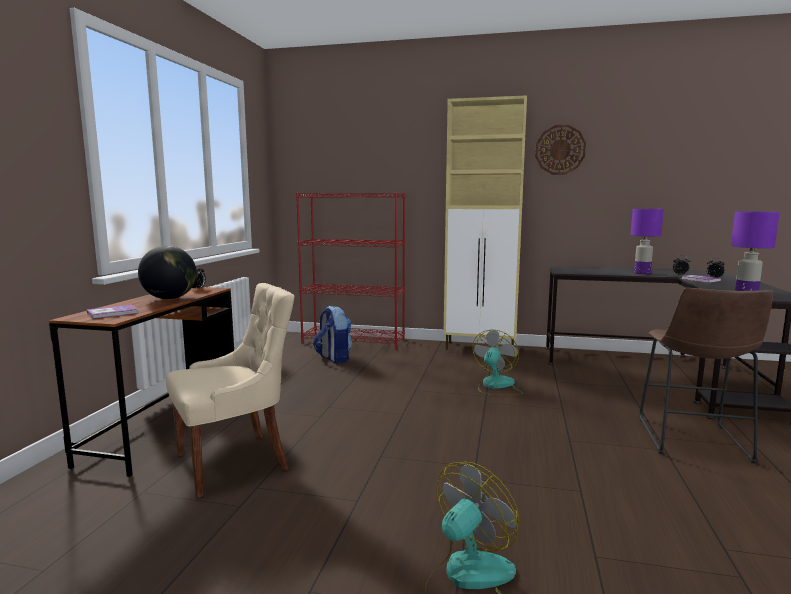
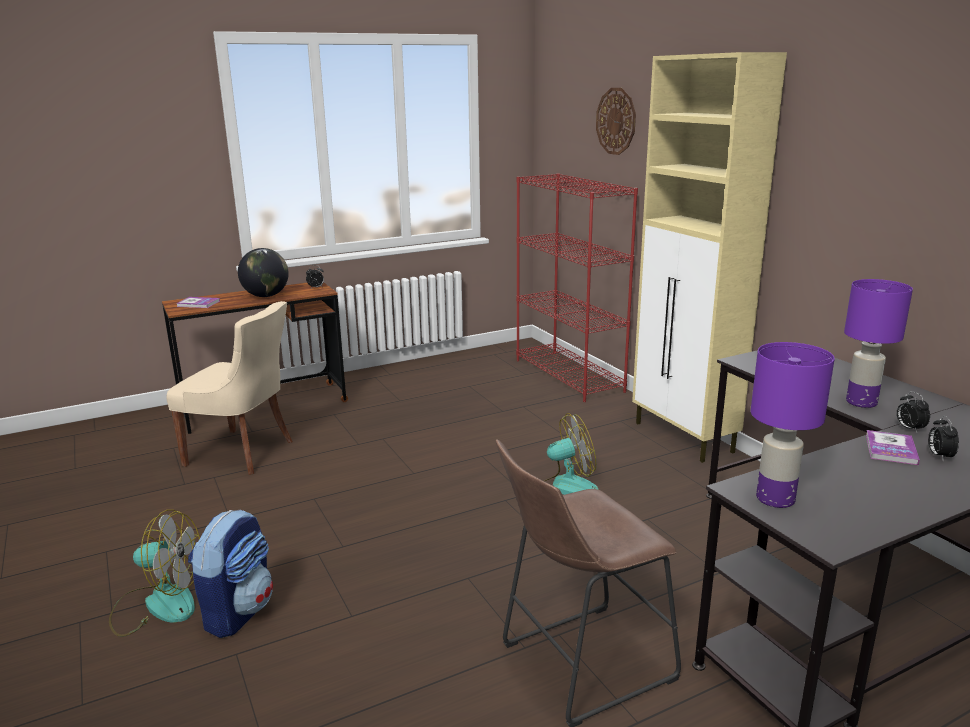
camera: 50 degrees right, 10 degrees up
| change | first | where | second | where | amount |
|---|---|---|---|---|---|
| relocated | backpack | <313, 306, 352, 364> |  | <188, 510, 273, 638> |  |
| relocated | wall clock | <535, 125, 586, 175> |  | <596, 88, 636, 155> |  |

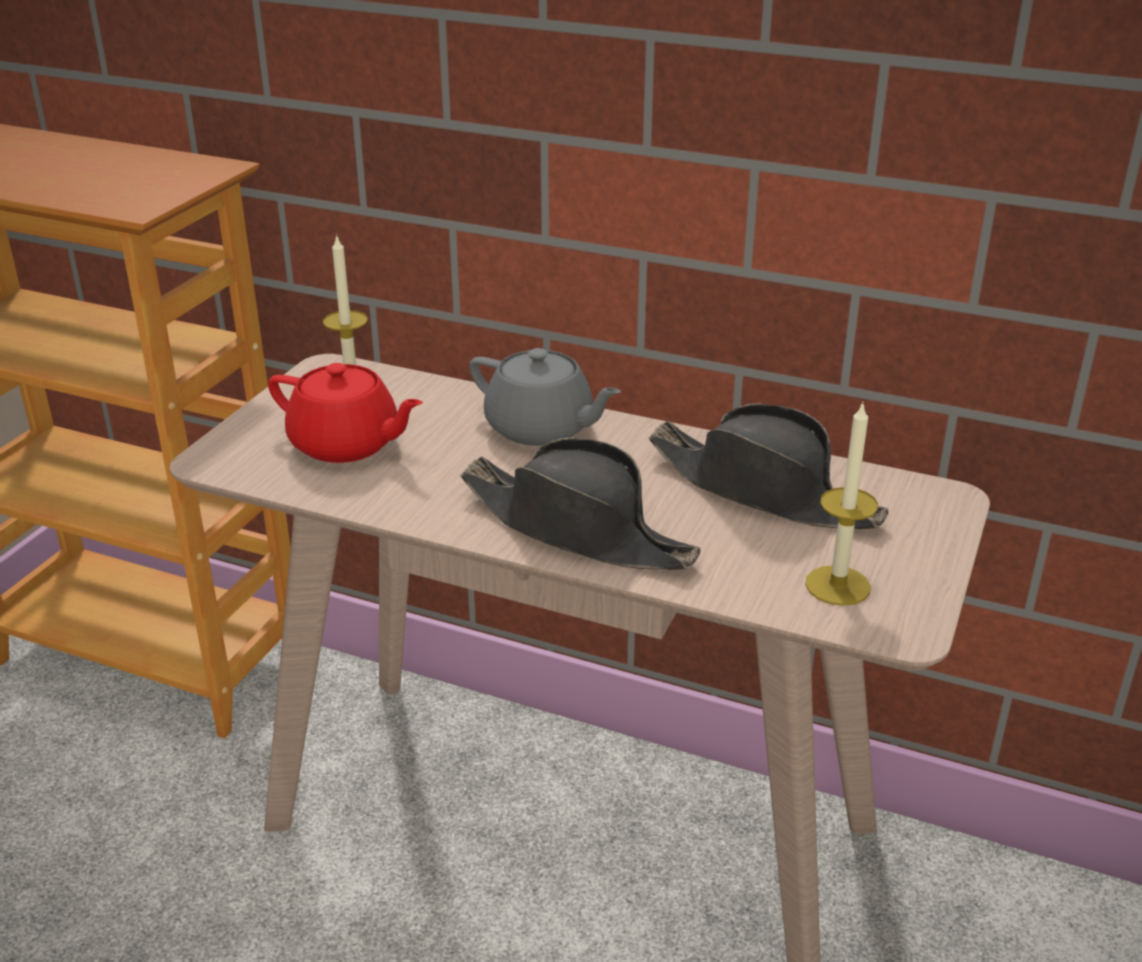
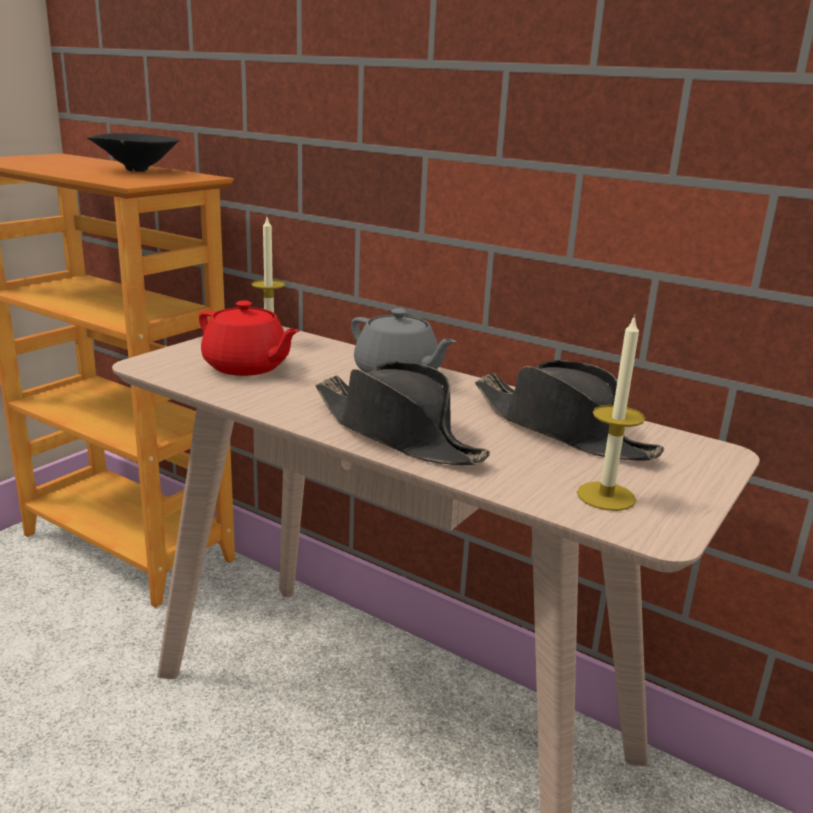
camera: 10 degrees right, 10 degrees down
| change | first | where | second | where | amount |
|---|---|---|---|---|---|
| appeared |  |  | black bowl | <88, 133, 180, 172> |  |

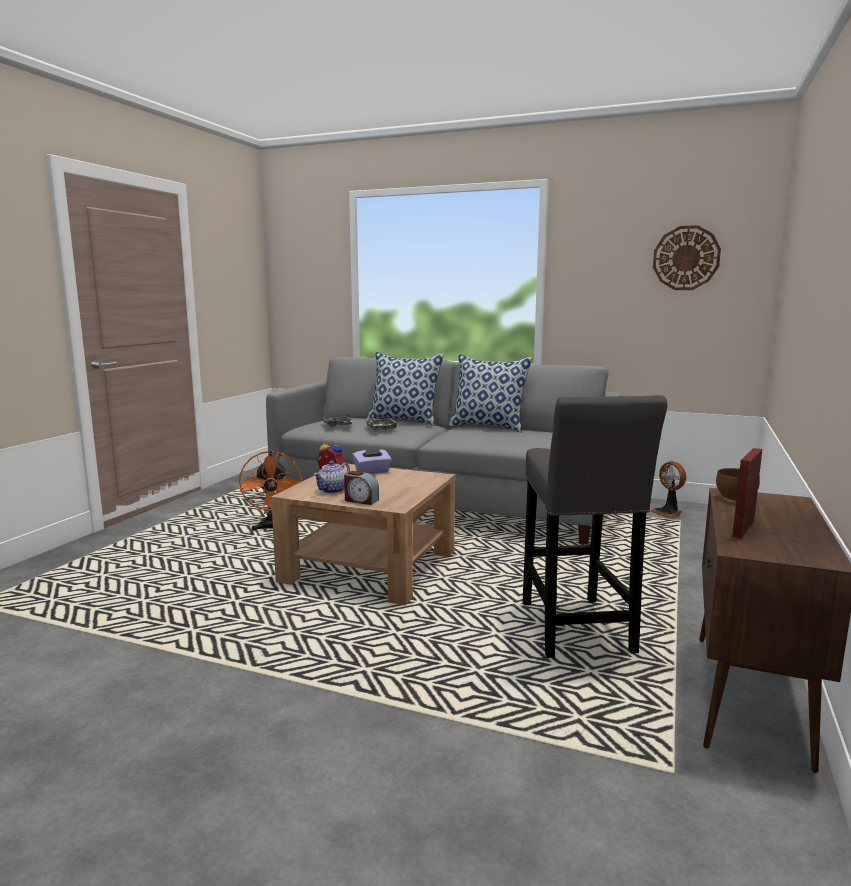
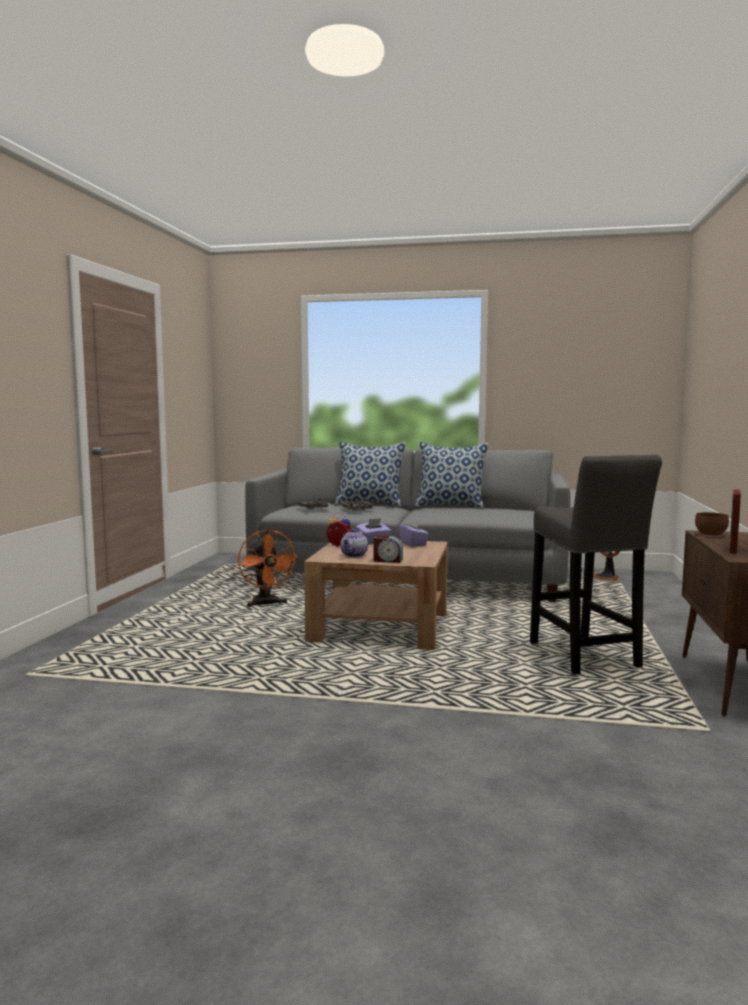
camera: 10 degrees left, 5 degrees down
| change | first | where | second | where | amount |
|---|---|---|---|---|---|
| appeared |  |  | purple tissue box | <399, 519, 429, 547> |  |
| missing | wall clock | <653, 225, 721, 290> |  |  |  |

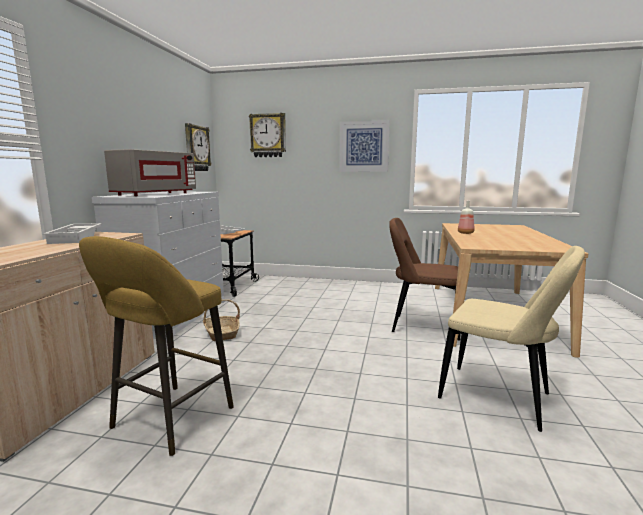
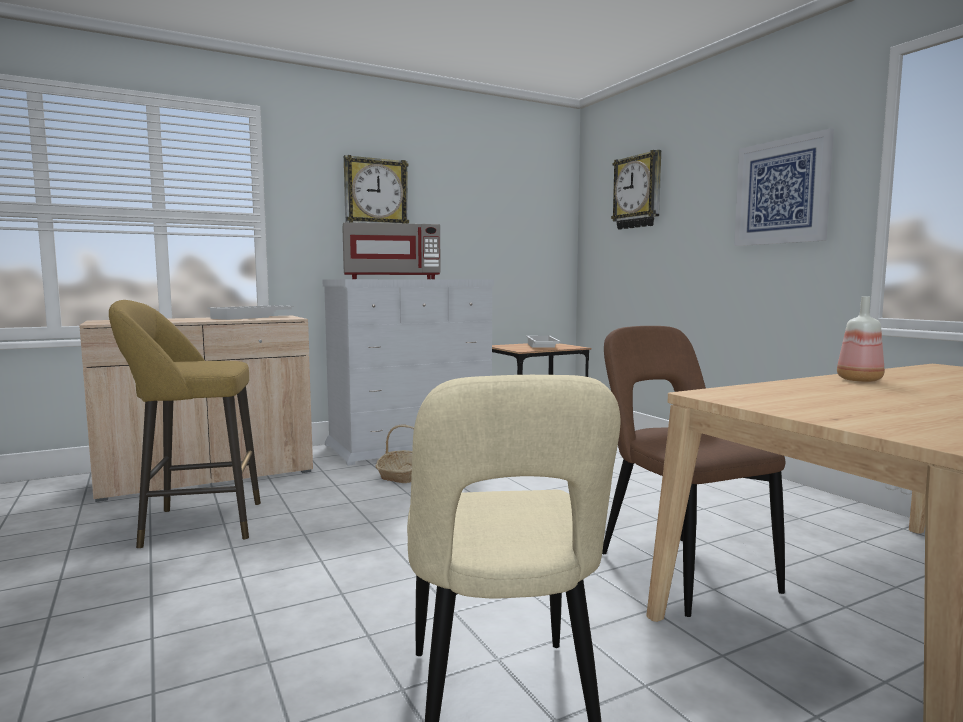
camera: 50 degrees right, 5 degrees down
| change | first | where | second | where | amount |
|---|---|---|---|---|---|
| relocated | wall clock | <185, 123, 211, 171> |  | <344, 155, 409, 224> |  |

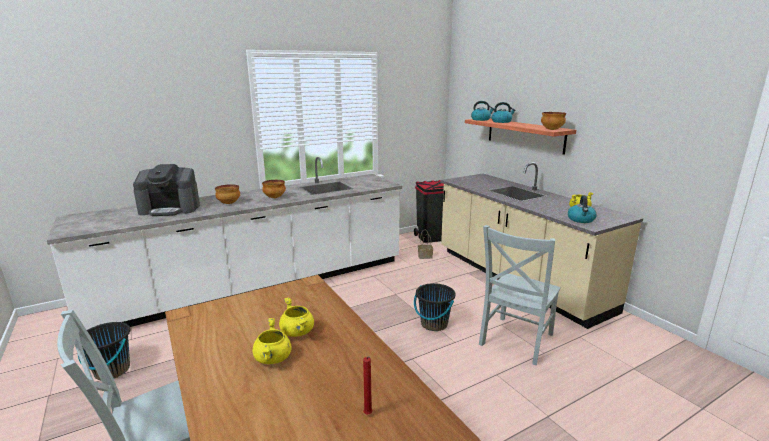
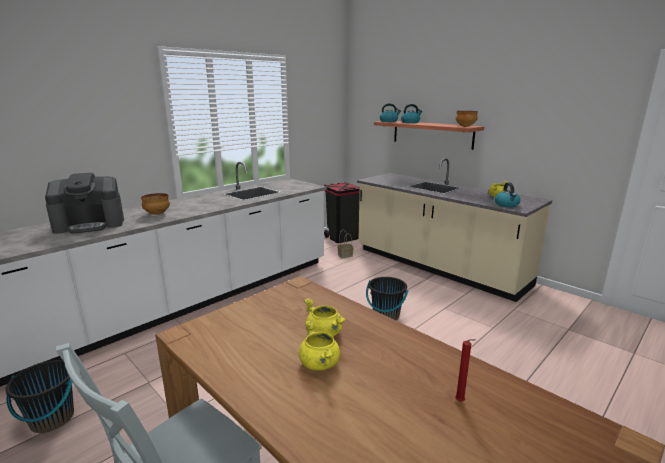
camera: 15 degrees left, 0 degrees up
| change | first | where | second | where | amount |
|---|---|---|---|---|---|
| missing | bowl | <262, 180, 286, 198> |  |  |  |
| missing | grey chair | <479, 225, 561, 365> |  |  |  |

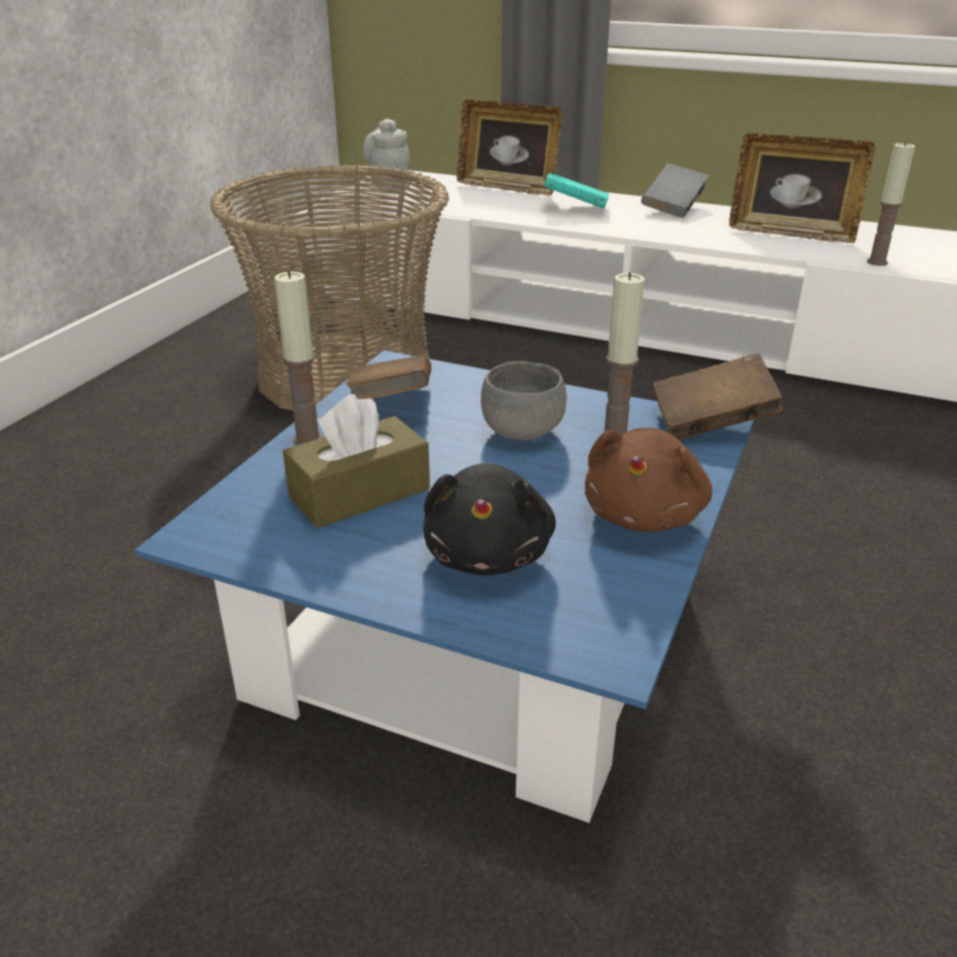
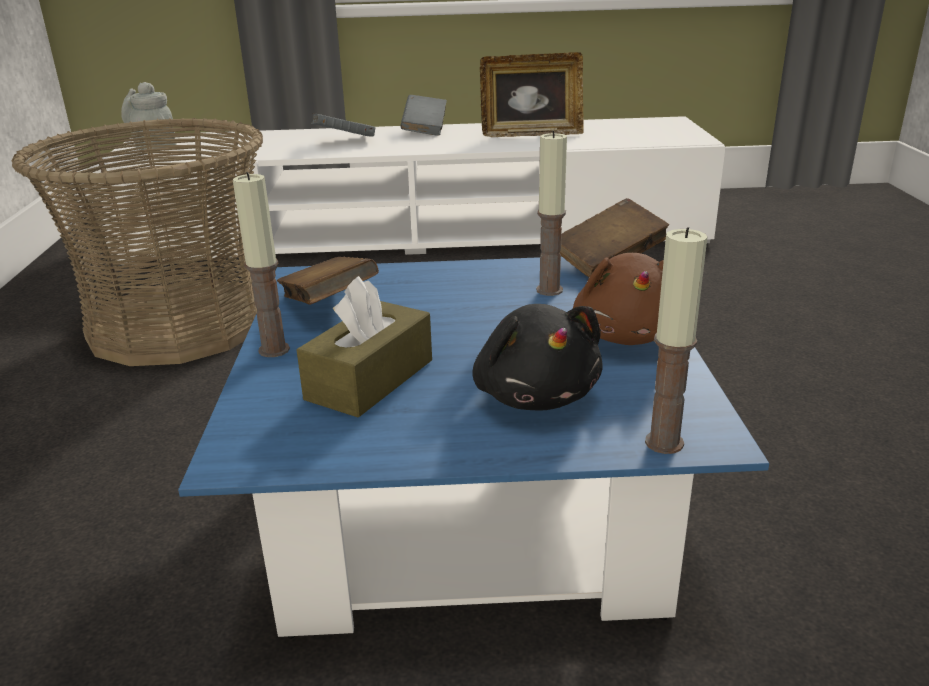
camera: 25 degrees left, 5 degrees down
| change | first | where | second | where | amount |
|---|---|---|---|---|---|
| colour | turquoise book | <543, 173, 609, 209> | grey book | <311, 113, 375, 137> |  |
| relocated | candle | <867, 141, 915, 266> |  | <645, 227, 707, 454> |  |
| missing | picture frame | <457, 100, 562, 196> |  |  |  |
| missing | grey bowl | <481, 361, 567, 440> |  |  |  |

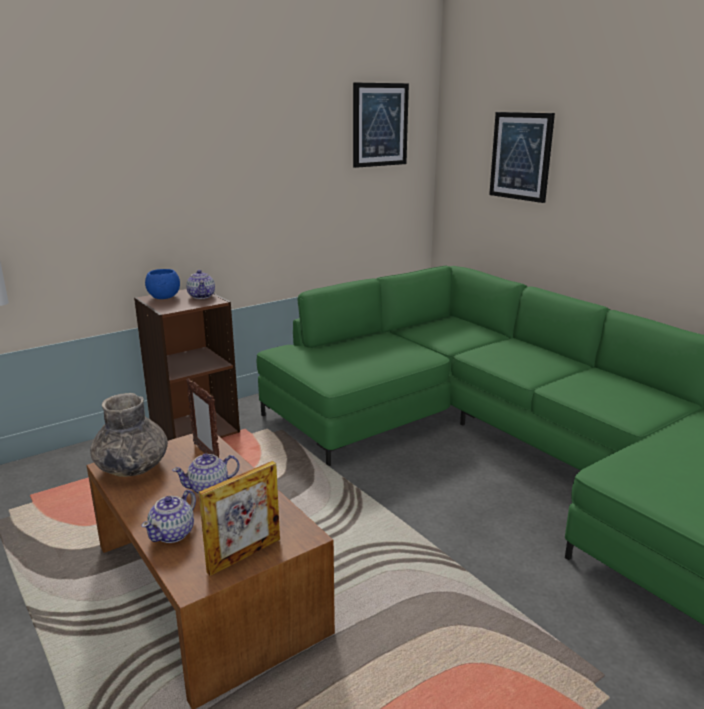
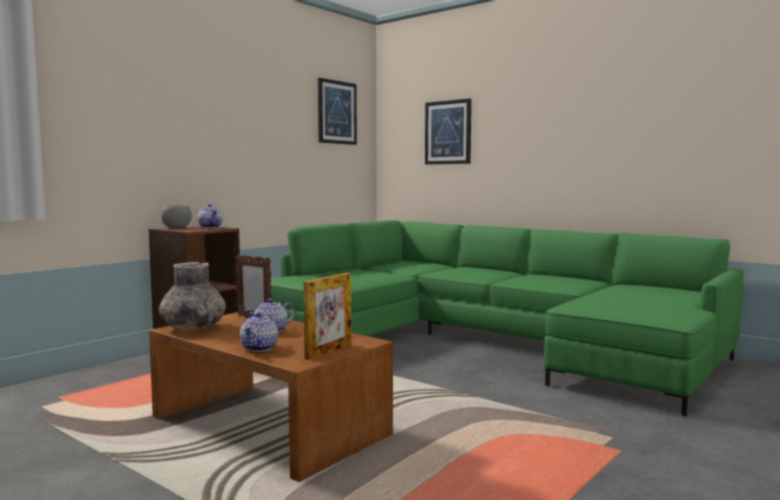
camera: 15 degrees left, 15 degrees down
| change | first | where | second | where | amount |
|---|---|---|---|---|---|
| colour | blue bowl | <145, 269, 180, 299> | grey bowl | <161, 205, 192, 229> |  |

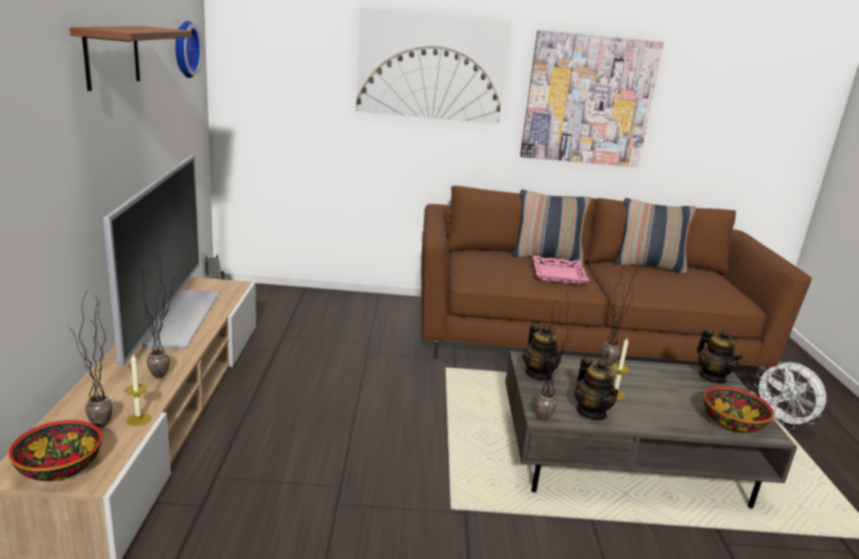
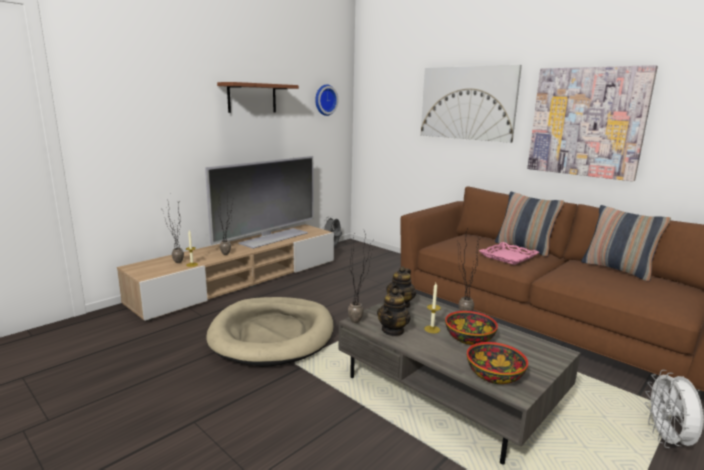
camera: 45 degrees right, 5 degrees down
| change | first | where | second | where | amount |
|---|---|---|---|---|---|
| appeared |  |  | beige dog bed | <206, 297, 334, 367> |  |
| relocated | bowl | <9, 420, 102, 481> |  | <445, 311, 498, 345> |  |
| missing | teapot | <697, 329, 743, 384> |  |  |  |

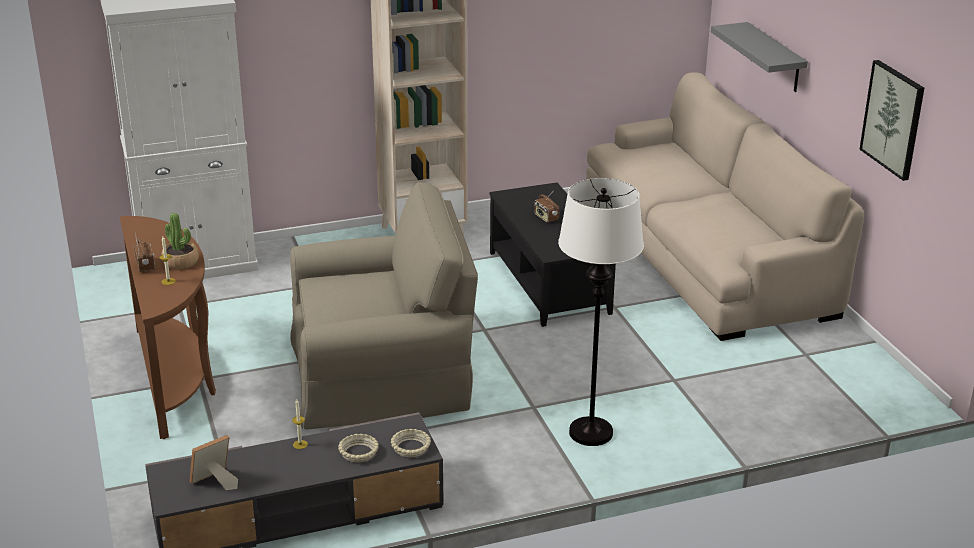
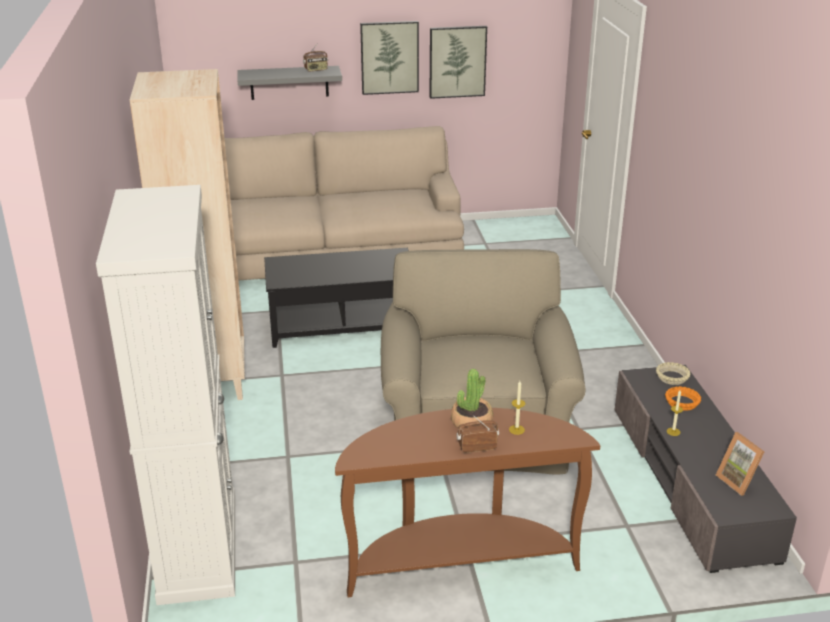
camera: 80 degrees left, 0 degrees up
| change | first | where | second | where | amount |
|---|---|---|---|---|---|
| relocated | radio | <534, 192, 559, 223> |  | <303, 43, 328, 72> |  |
| appeared |  |  | picture | <360, 21, 419, 95> |  |
| colour | beige bowl | <338, 434, 379, 463> | orange bowl | <665, 386, 701, 411> |  |
| missing | white floor lamp | <558, 178, 644, 446> |  |  |  |

